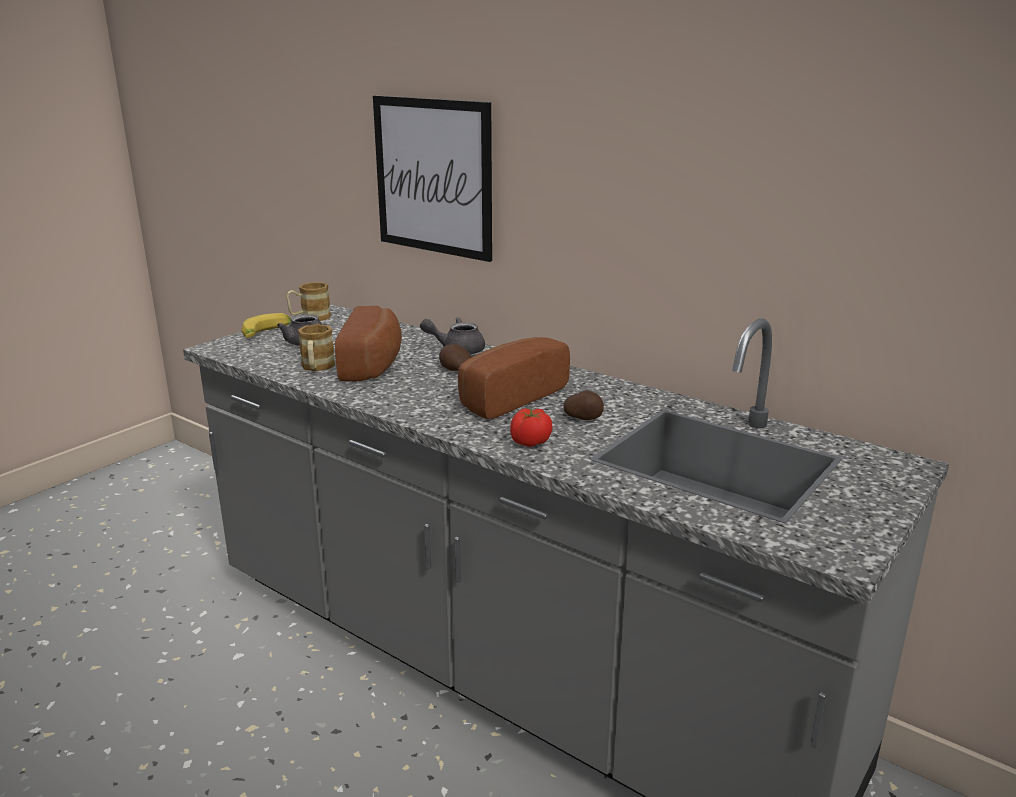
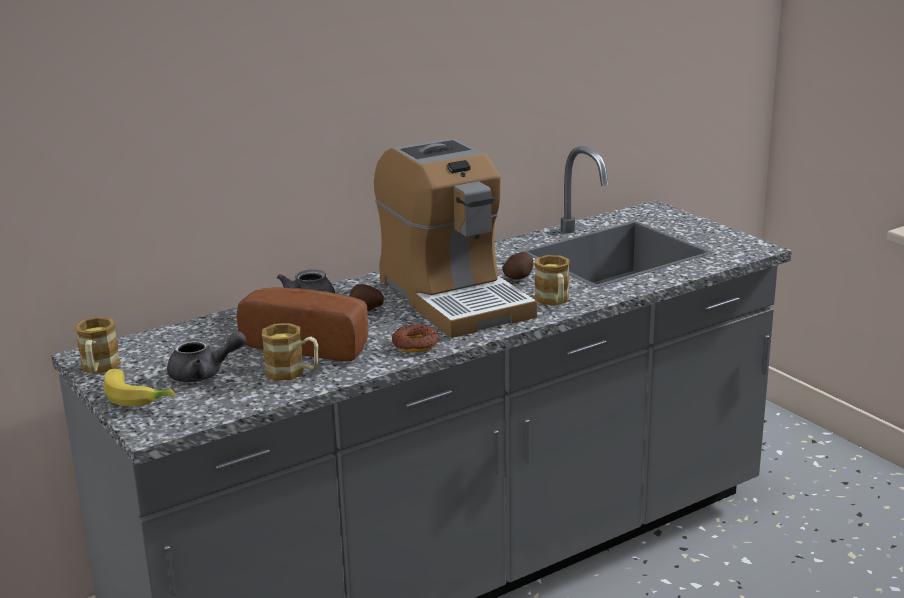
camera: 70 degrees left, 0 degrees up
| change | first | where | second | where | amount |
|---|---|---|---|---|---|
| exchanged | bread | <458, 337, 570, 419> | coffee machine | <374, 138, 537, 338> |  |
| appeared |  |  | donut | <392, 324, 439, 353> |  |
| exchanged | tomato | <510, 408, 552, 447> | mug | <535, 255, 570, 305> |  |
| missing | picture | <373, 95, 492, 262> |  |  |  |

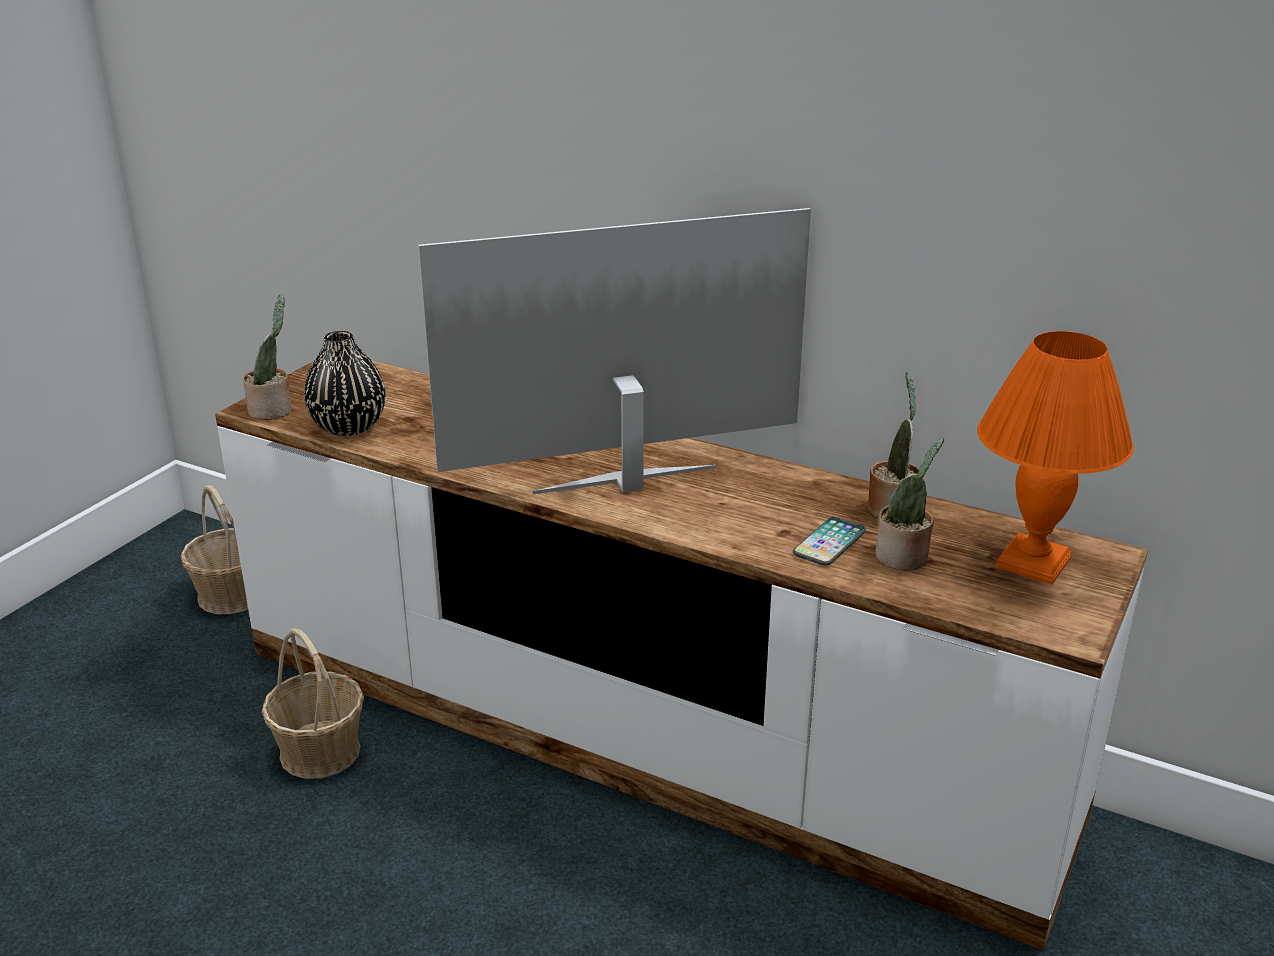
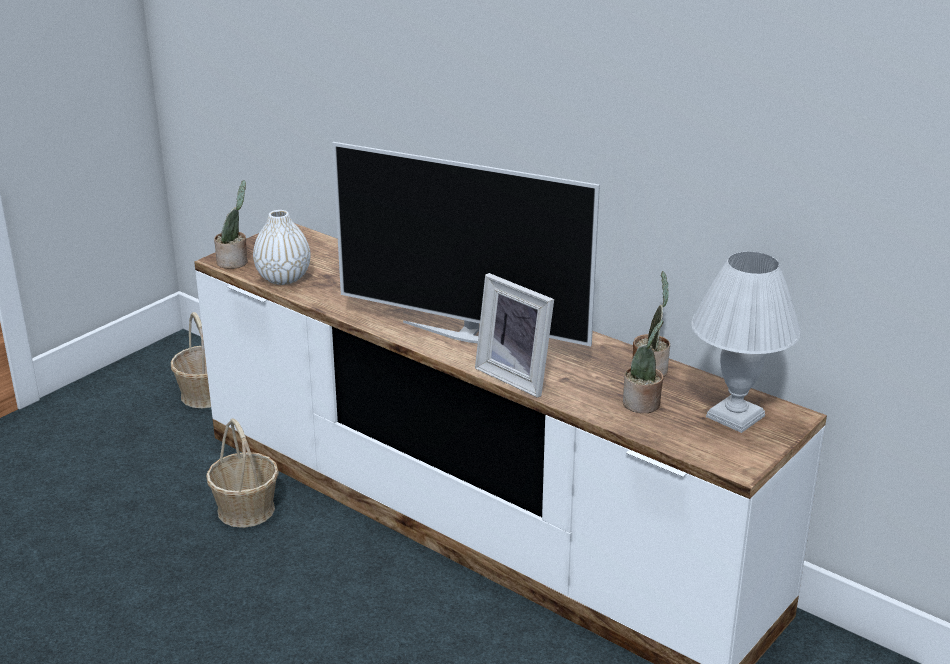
camera: 10 degrees right, 0 degrees up
| change | first | where | second | where | amount |
|---|---|---|---|---|---|
| colour | black vase | <304, 331, 385, 436> | white vase | <253, 210, 311, 285> |  |
| spun | television | <419, 208, 811, 494> |  | <332, 142, 600, 347> | 150 degrees counterclockwise |
| appeared |  |  | picture frame | <475, 273, 554, 398> |  |
| colour | orange table lamp | <977, 331, 1134, 585> | white table lamp | <691, 252, 801, 433> |  |
| missing | phone | <793, 517, 866, 566> |  |  |  |

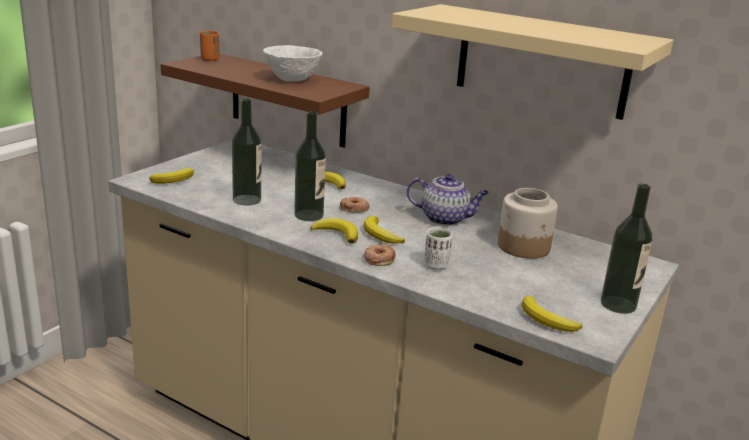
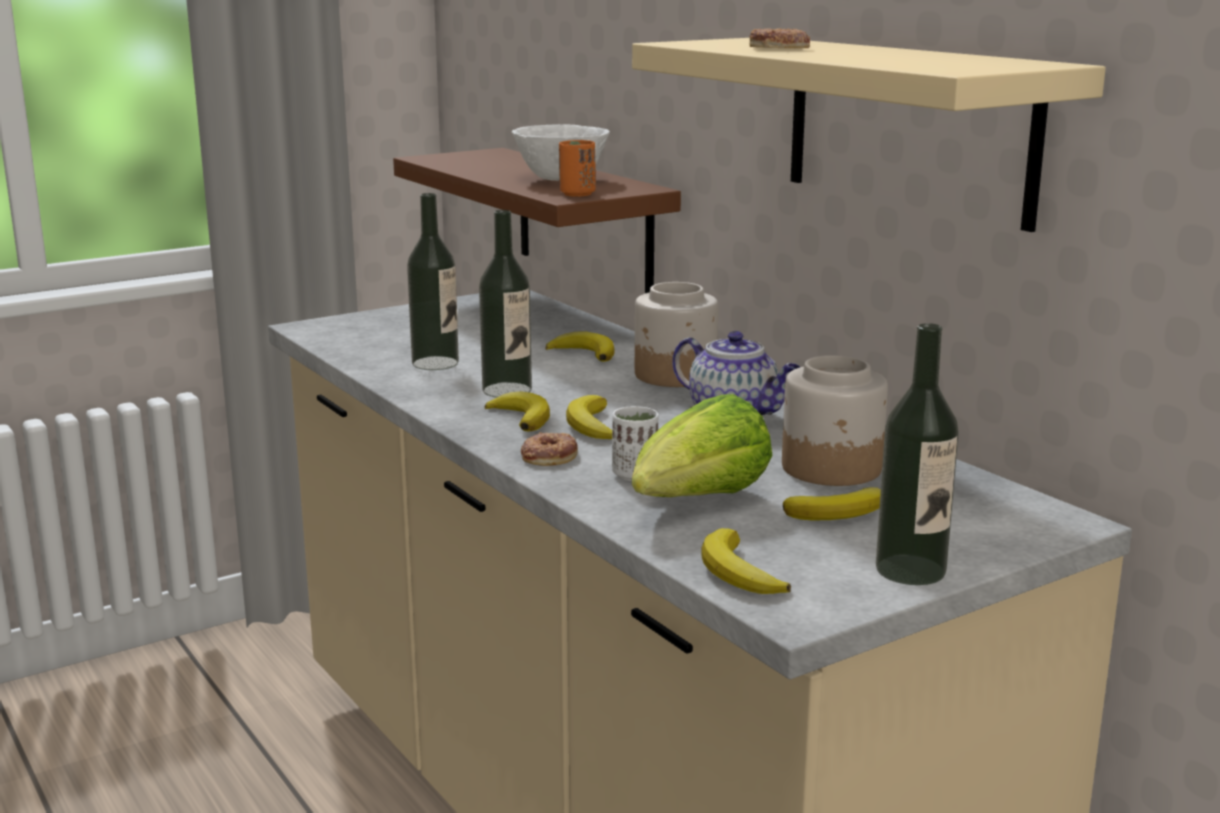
camera: 25 degrees right, 5 degrees down
| change | first | where | second | where | amount |
|---|---|---|---|---|---|
| relocated | orange cup | <200, 31, 220, 61> |  | <559, 140, 596, 197> |  |
| appeared |  |  | lettuce | <632, 394, 772, 497> |  |
| appeared |  |  | jar | <635, 282, 718, 387> |  |
| relocated | donut | <340, 197, 369, 213> |  | <749, 28, 810, 48> |  |
| relocated | banana | <149, 168, 194, 184> |  | <783, 487, 881, 521> |  |

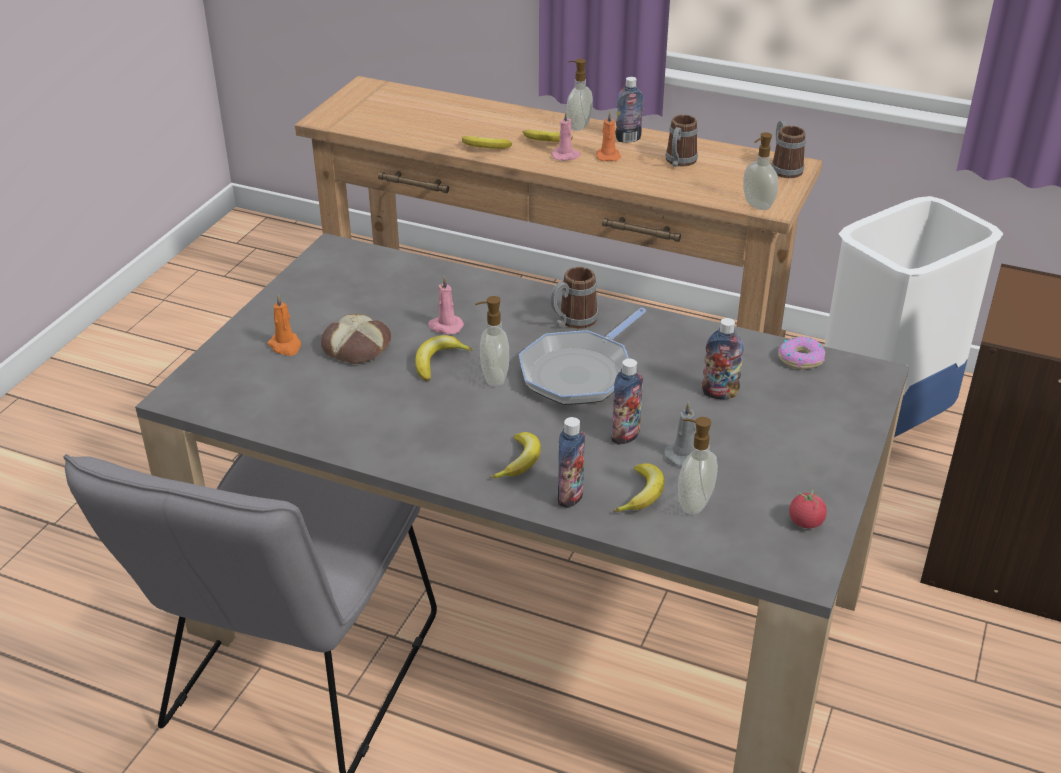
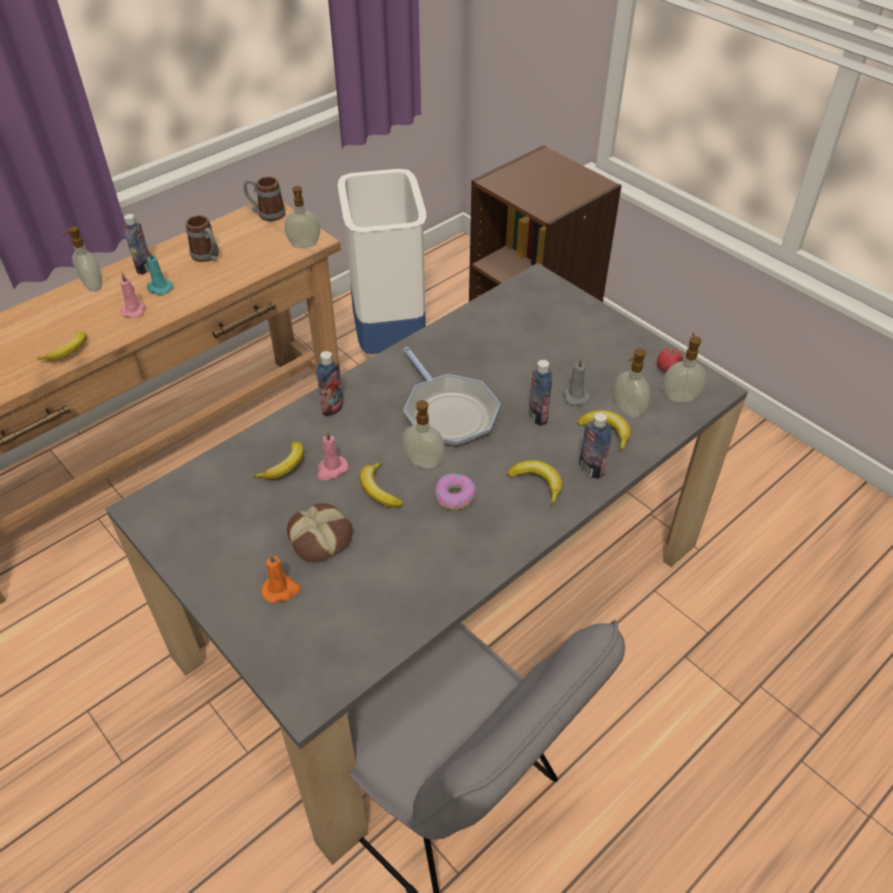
camera: 65 degrees left, 10 degrees up
| change | first | where | second | where | amount |
|---|---|---|---|---|---|
| colour | orange candle | <596, 112, 621, 162> | turquoise candle | <147, 250, 173, 295> |  |
| relocated | banana | <523, 129, 573, 142> |  | <253, 442, 304, 479> |  |
| relocated | bottle | <702, 318, 744, 399> |  | <317, 351, 343, 417> |  |
| relocated | donut | <778, 336, 825, 370> |  | <435, 473, 476, 510> |  |
| appeared |  |  | soap dispenser | <663, 333, 707, 403> |  |
| missing | mug | <551, 267, 598, 329> |  |  |  |

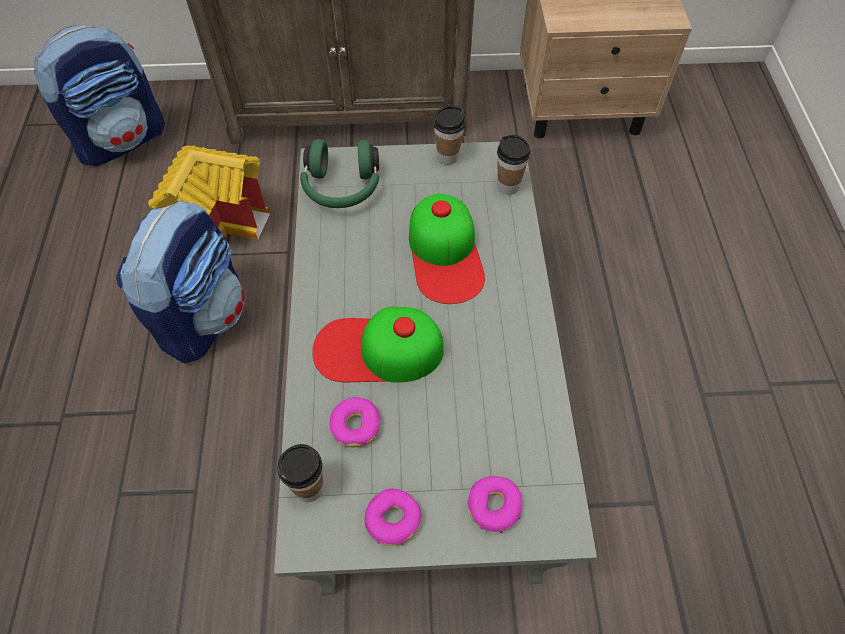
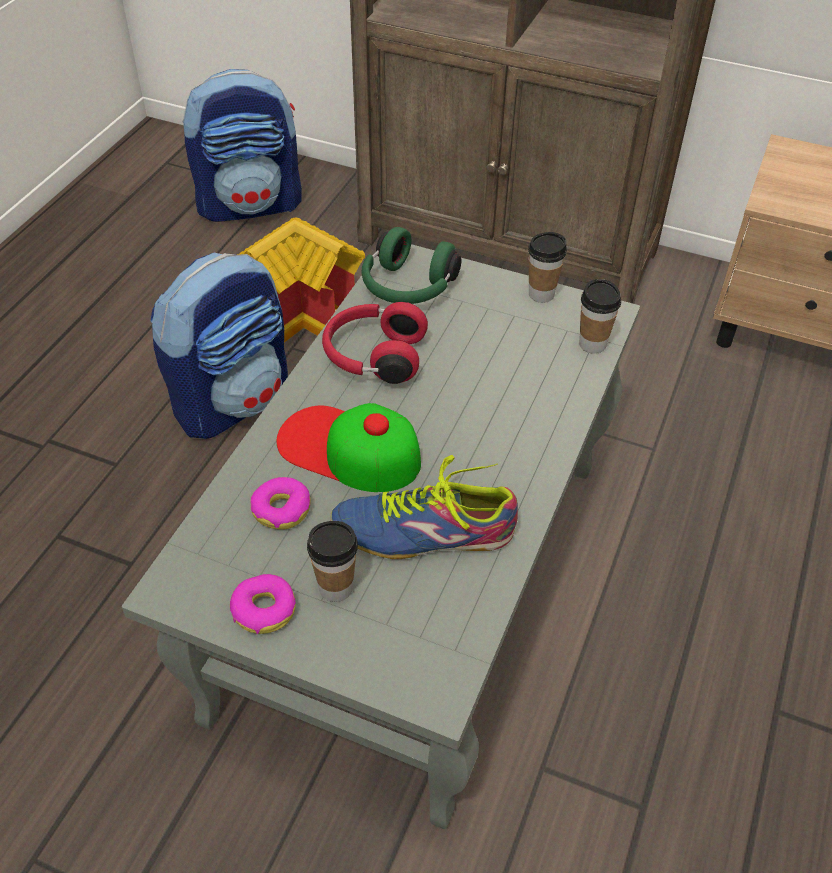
camera: 25 degrees right, 10 degrees down
| change | first | where | second | where | amount |
|---|---|---|---|---|---|
| relocated | cup | <277, 444, 324, 502> |  | <307, 521, 358, 602> |  |
| appeared |  |  | red headphones | <322, 302, 428, 384> |  |
| appeared |  |  | shoe | <330, 455, 518, 559> |  |
| missing | cap | <409, 194, 485, 304> |  |  |  |
| missing | donut | <467, 476, 522, 533> |  |  |  |

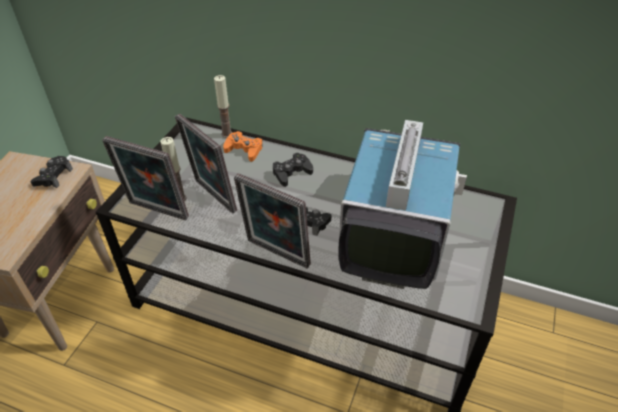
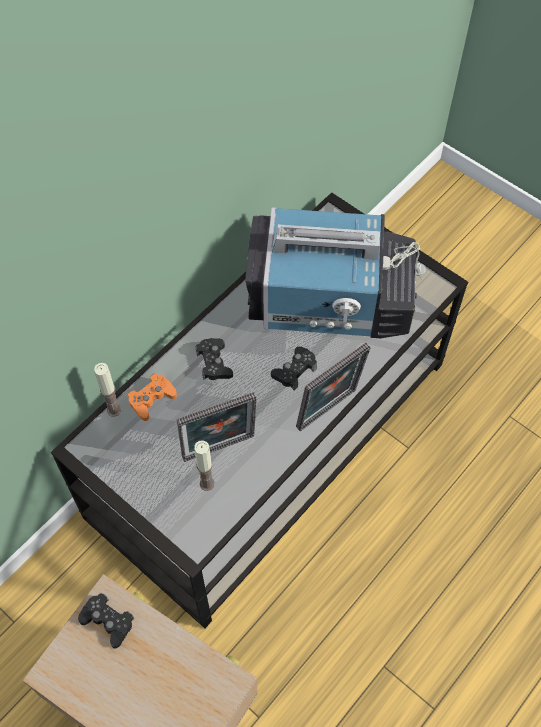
camera: 70 degrees left, 15 degrees up
| change | first | where | second | where | amount |
|---|---|---|---|---|---|
| spun | television | <338, 120, 467, 289> |  | <245, 207, 426, 338> | 150 degrees clockwise |
| missing | picture frame | <102, 136, 189, 220> |  |  |  |

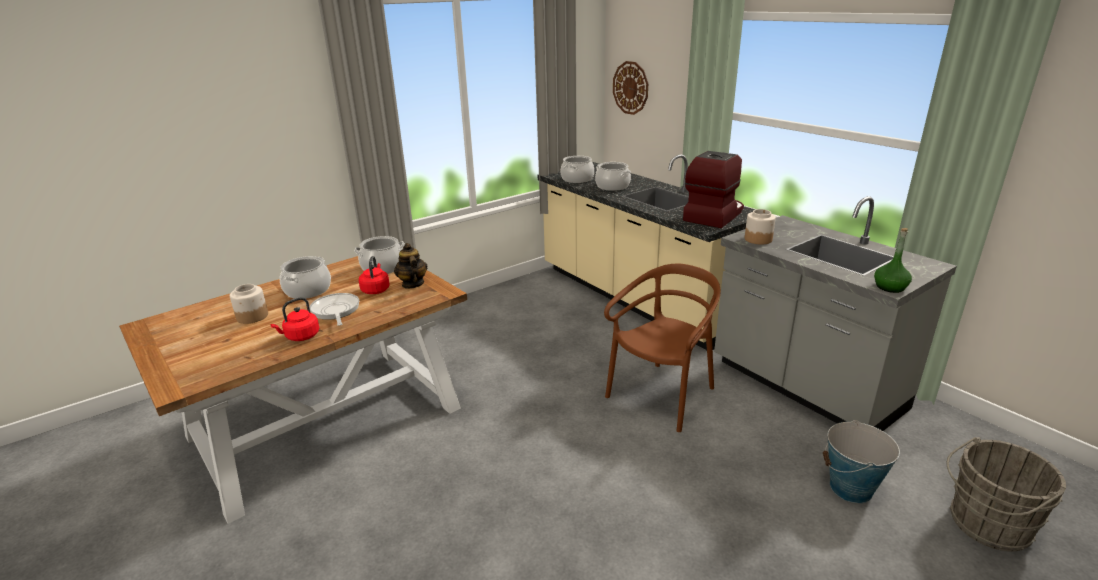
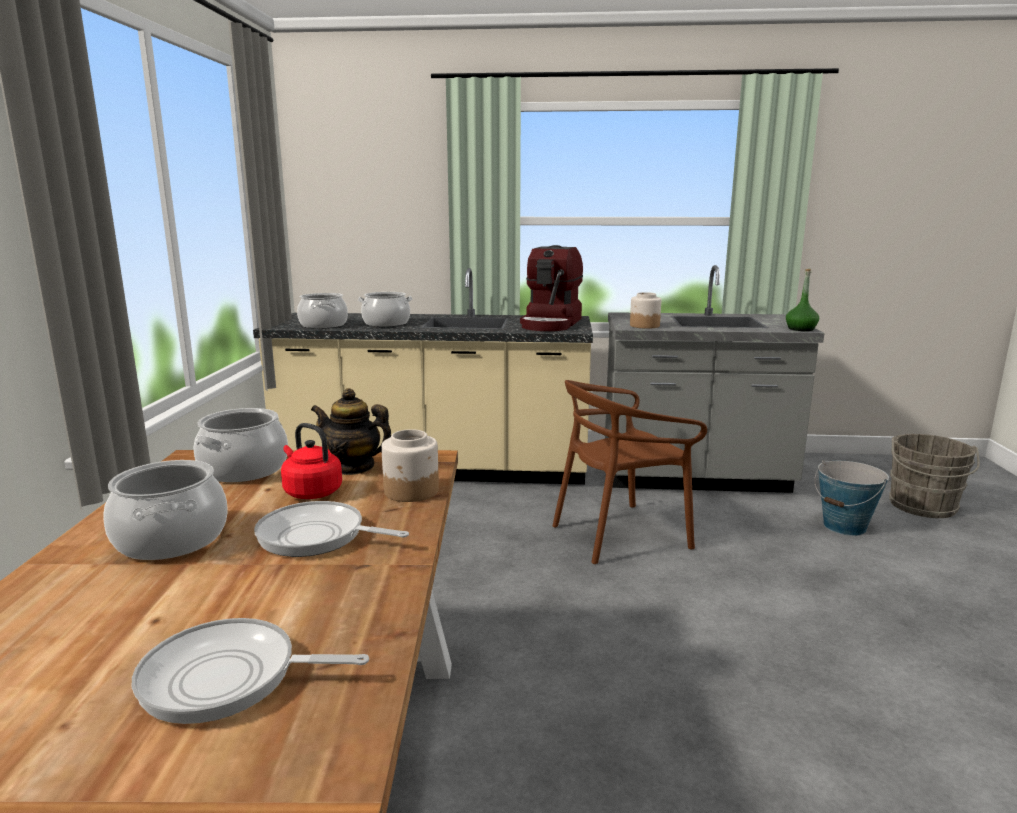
camera: 50 degrees left, 10 degrees down
| change | first | where | second | where | amount |
|---|---|---|---|---|---|
| appeared |  |  | frying pan | <132, 618, 369, 724> |  |
| relocated | jar | <230, 284, 268, 324> |  | <381, 429, 439, 502> |  |
| spun | coffee machine | <683, 151, 744, 228> |  | <520, 245, 583, 331> | 150 degrees counterclockwise |
| spun | brown chair | <604, 264, 721, 432> |  | <552, 380, 707, 564> | 105 degrees counterclockwise |
| missing | red kettle | <270, 297, 319, 341> |  |  |  |
| missing | wall clock | <613, 61, 648, 115> |  |  |  |

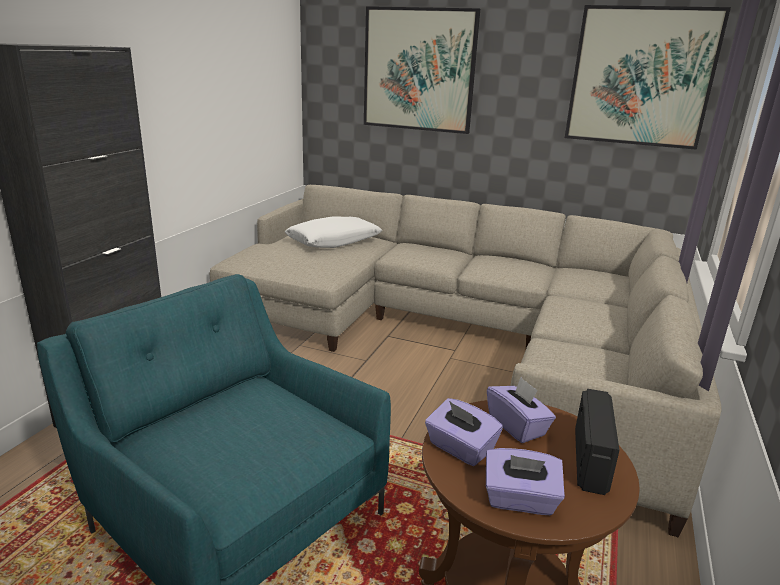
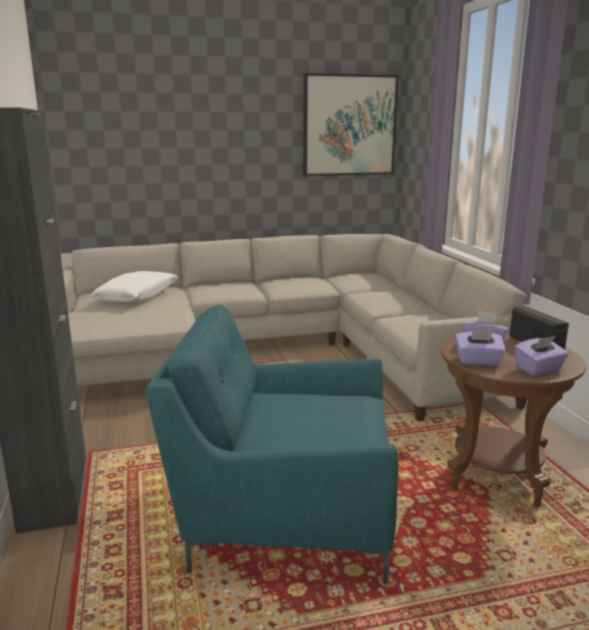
camera: 35 degrees left, 5 degrees down
| change | first | where | second | where | amount |
|---|---|---|---|---|---|
| missing | picture | <364, 6, 480, 134> |  |  |  |

